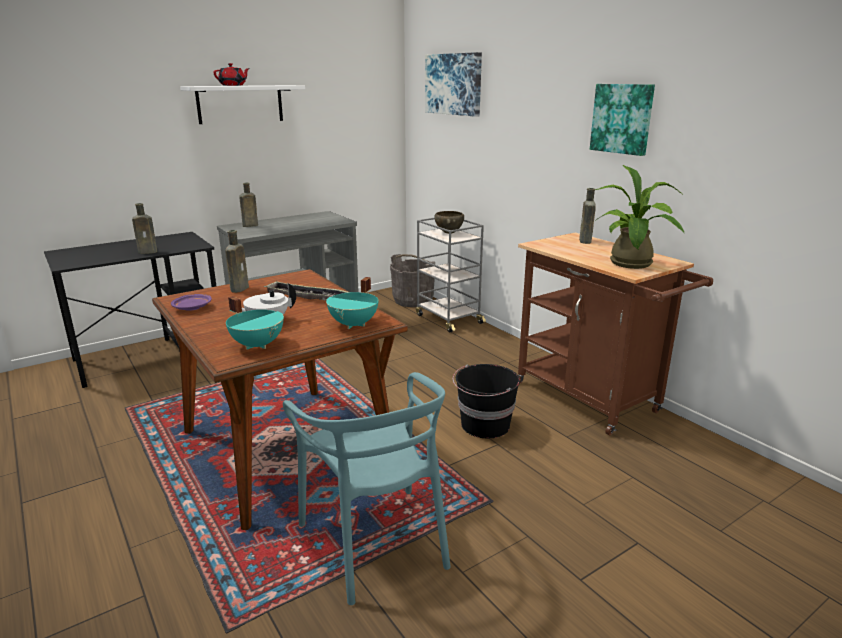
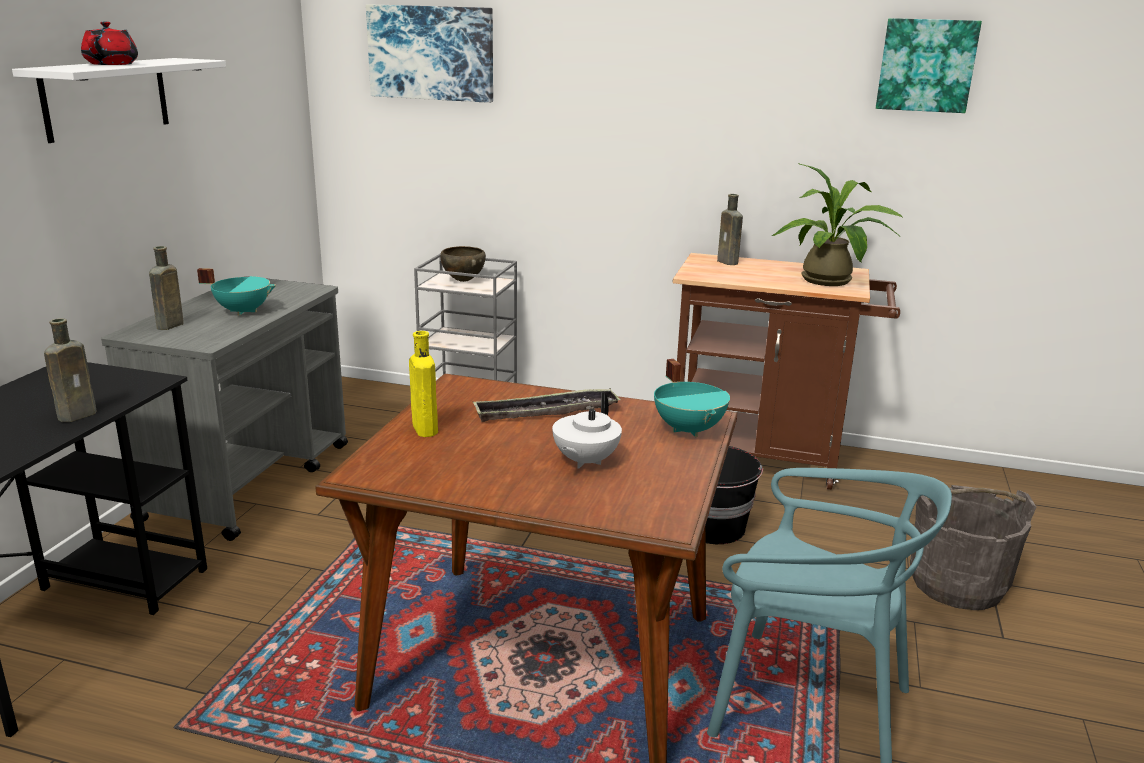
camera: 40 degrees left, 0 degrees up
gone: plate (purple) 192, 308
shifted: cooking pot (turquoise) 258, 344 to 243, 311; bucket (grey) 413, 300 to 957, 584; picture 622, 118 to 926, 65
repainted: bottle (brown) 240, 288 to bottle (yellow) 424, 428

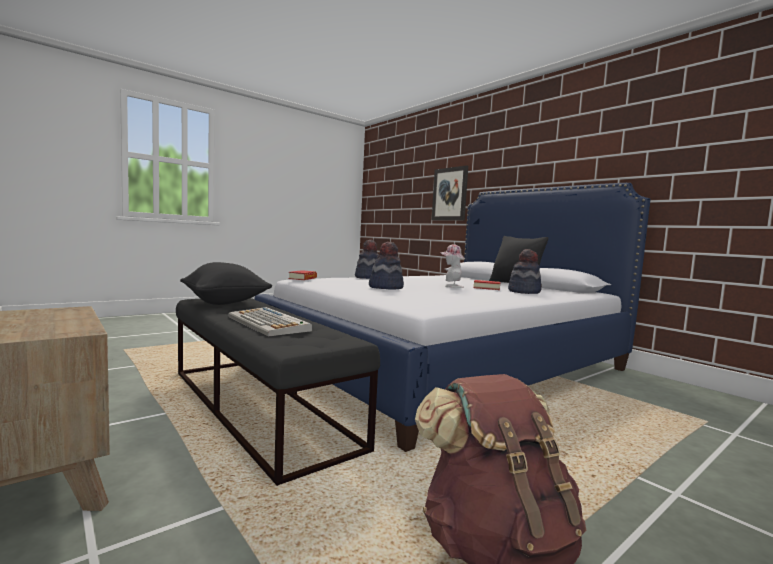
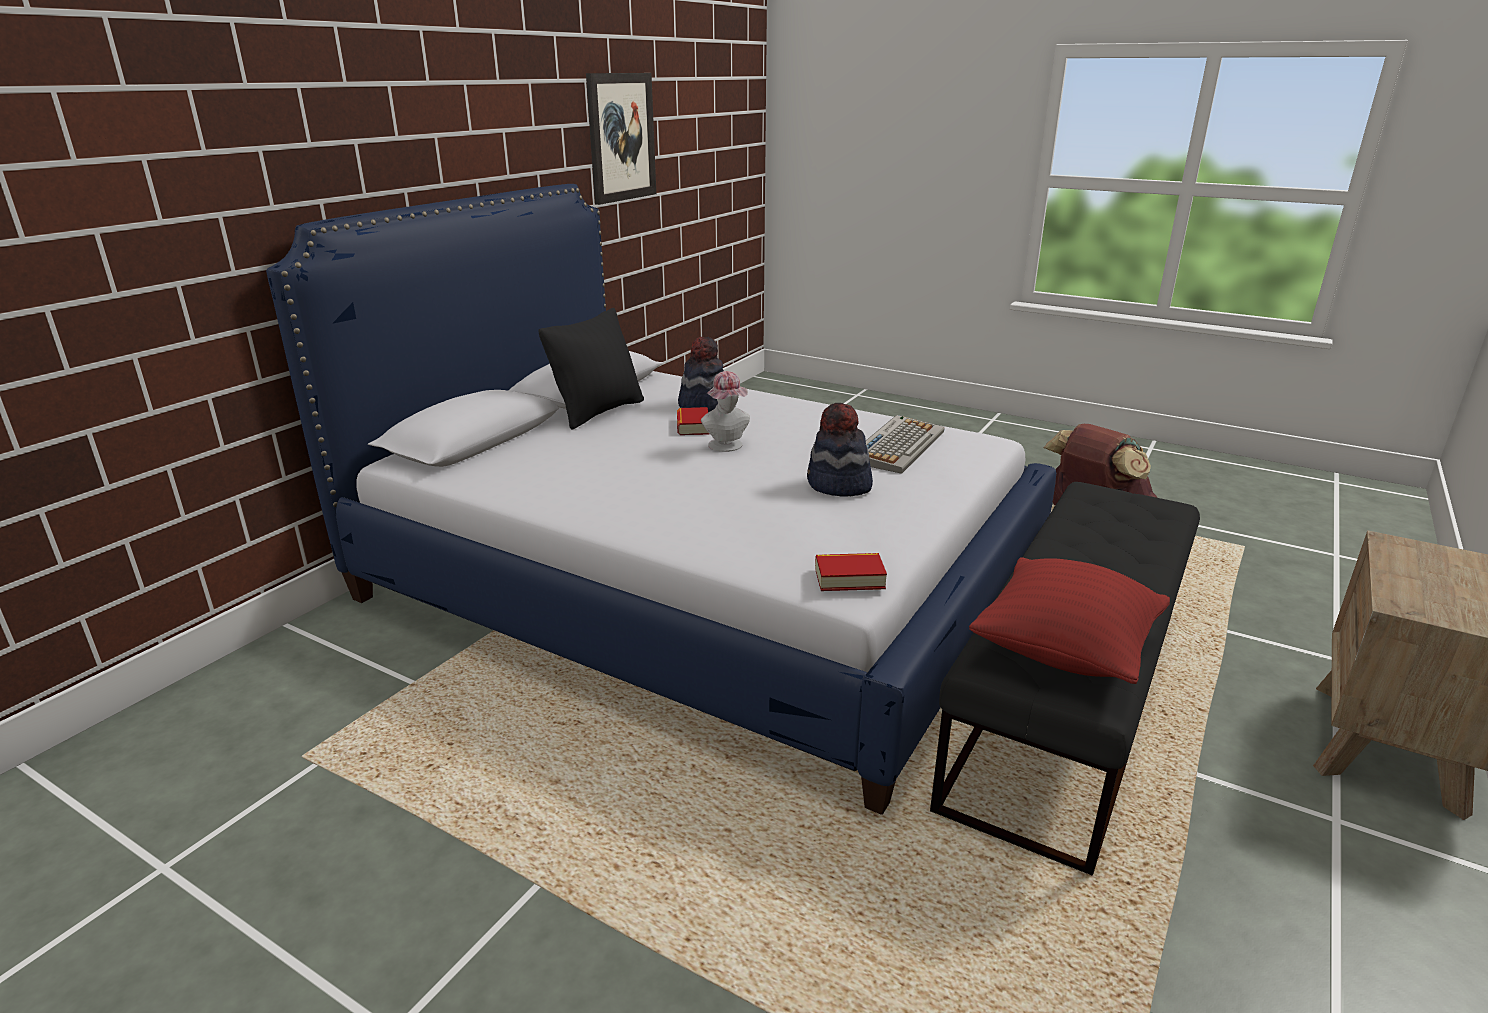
camera: 110 degrees left, 20 degrees up
gone: hat 368, 277
shifted: keyboard 269, 323 to 897, 446; picture 449, 194 to 621, 137
repainted: pillow (black) 225, 303 to pillow (red) 1064, 651

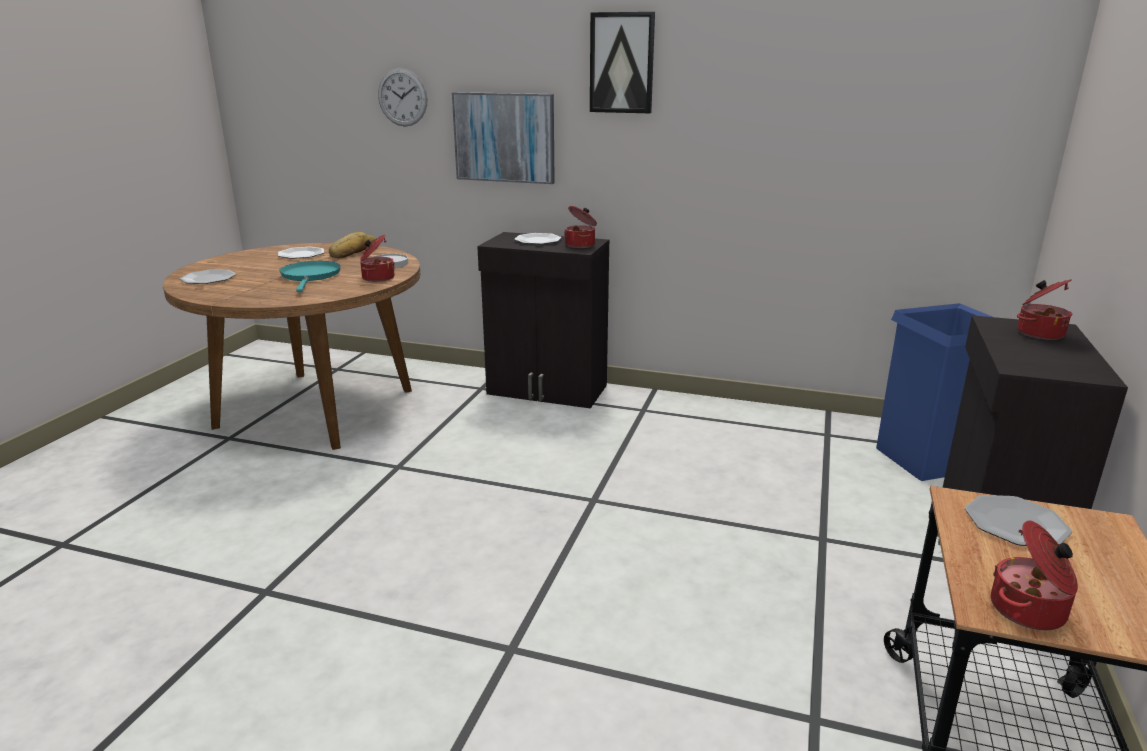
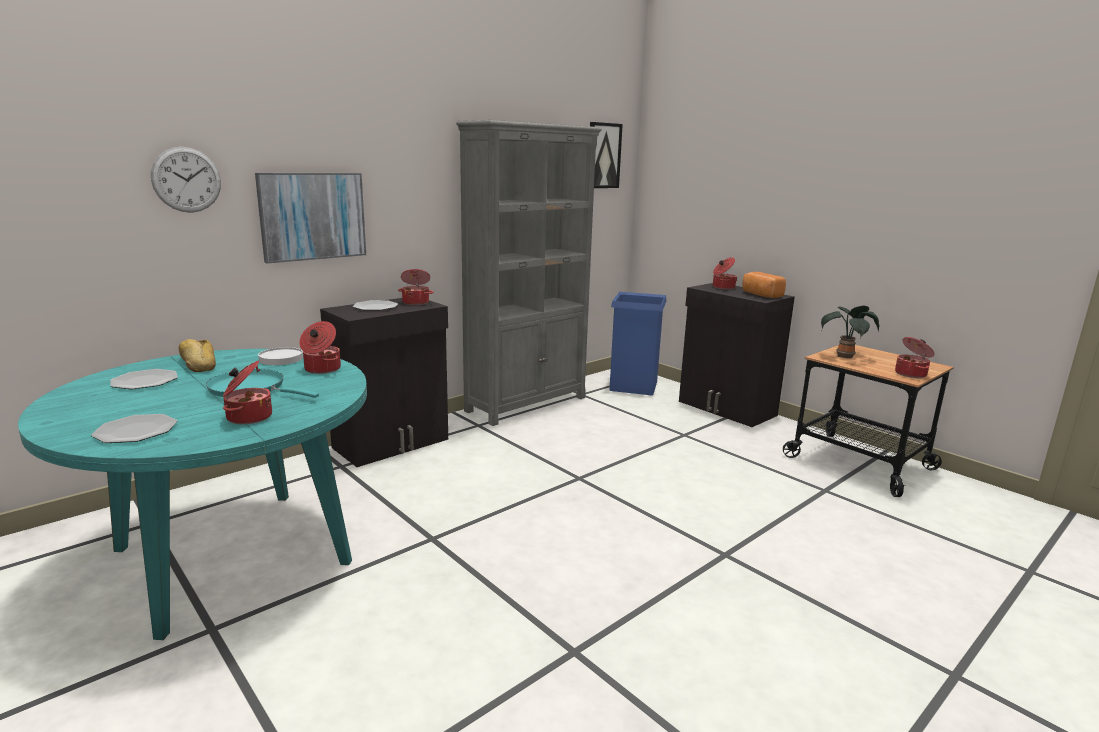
camera: 60 degrees left, 5 degrees down
new: cooking pot 248, 417; bookcase (grey) 527, 404; bread 760, 295
shifted: picture 622, 63 to 603, 155
swapped: plate 1015, 523 to potted plant 845, 356
repainted: dining table (brown) 316, 408 to dining table (turquoise) 232, 555

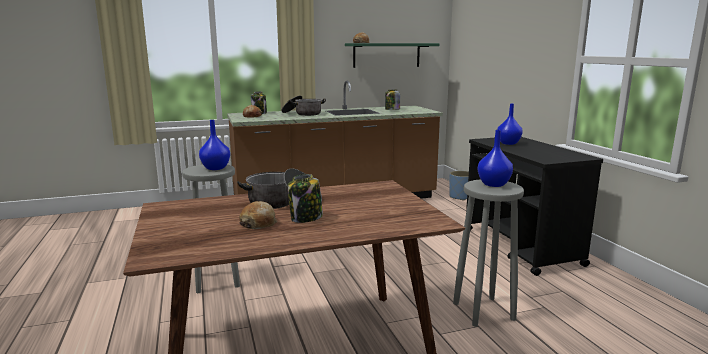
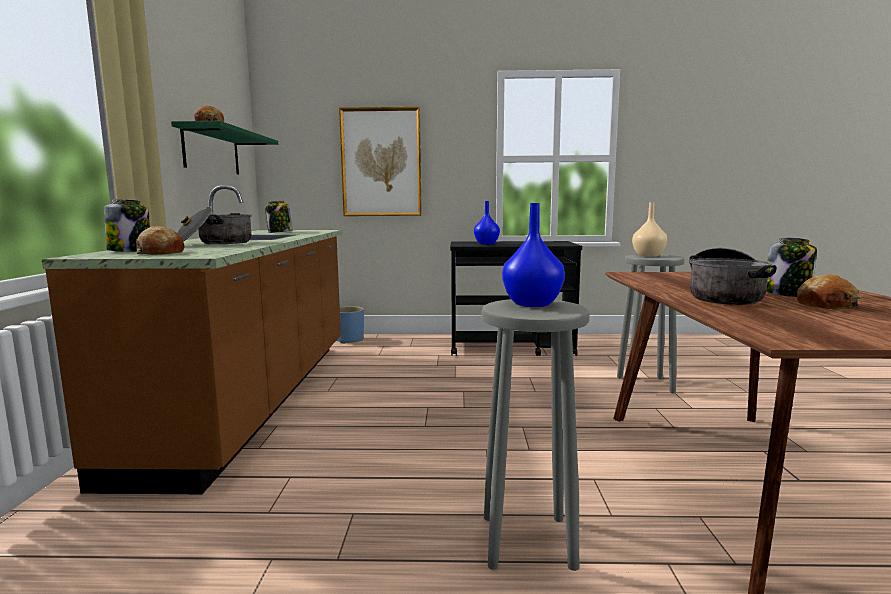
camera: 70 degrees left, 5 degrees down
new: picture 381, 162
repainted: vase (blue) 494, 184 to vase (beige) 647, 255

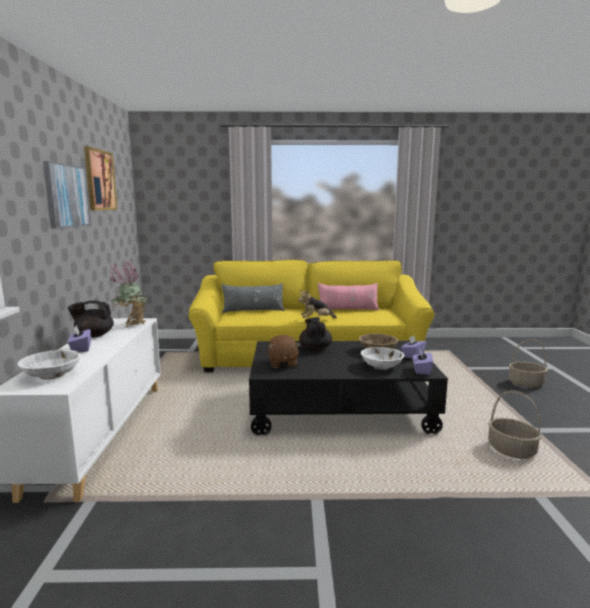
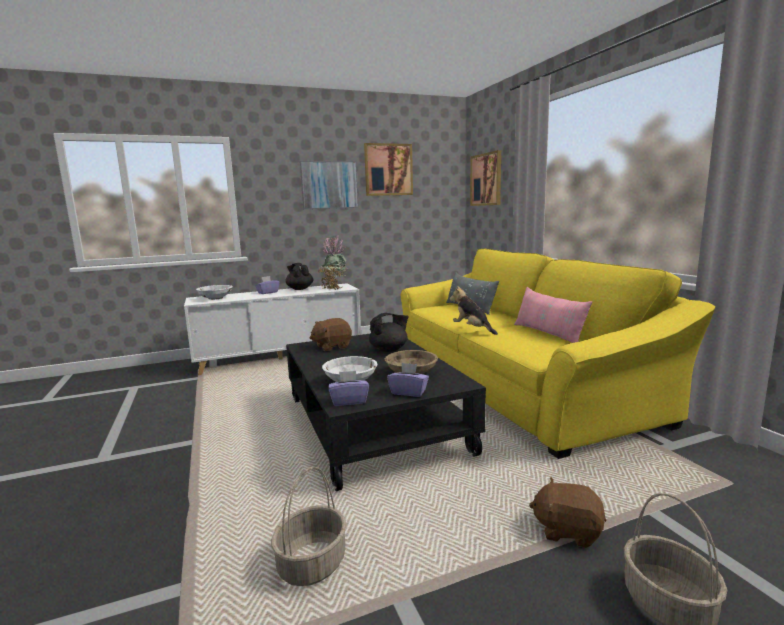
camera: 70 degrees right, 0 degrees up
new: picture 486, 179; plush toy (brown) 567, 530

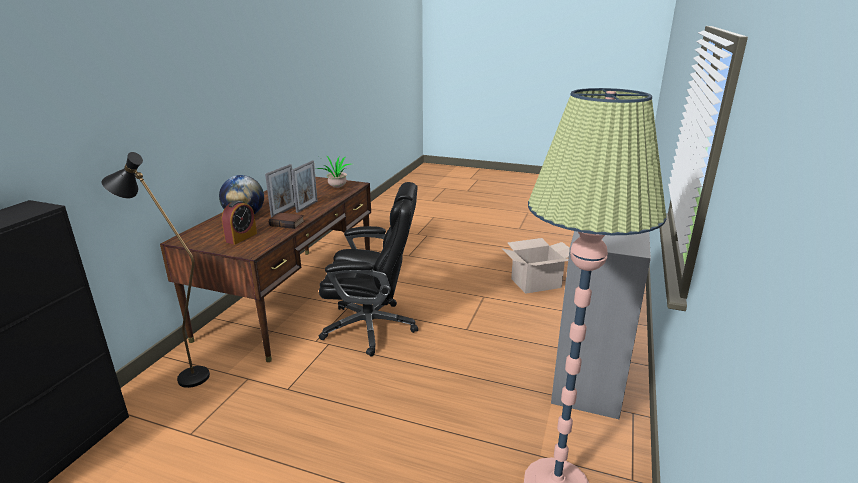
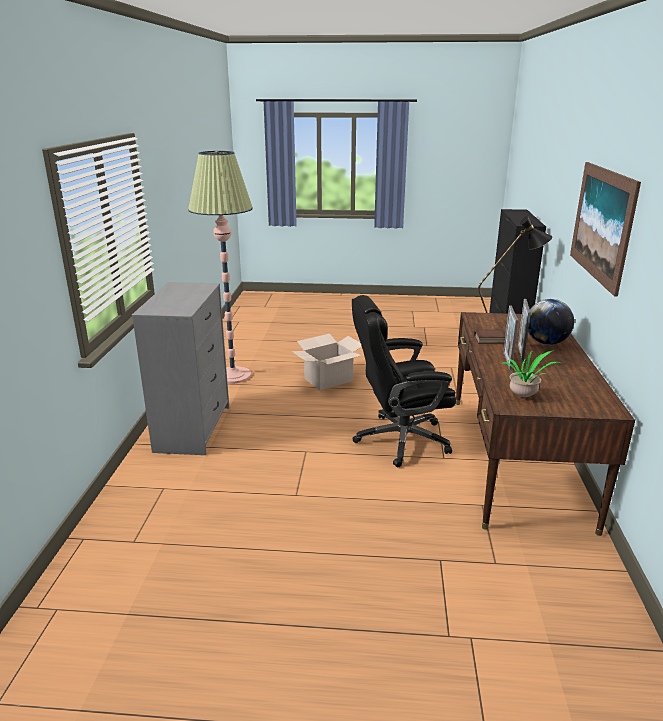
camera: 165 degrees right, 0 degrees up
gone: alarm clock 241, 237
new: picture 601, 224
shifted: cardboard box 536, 283 to 328, 379

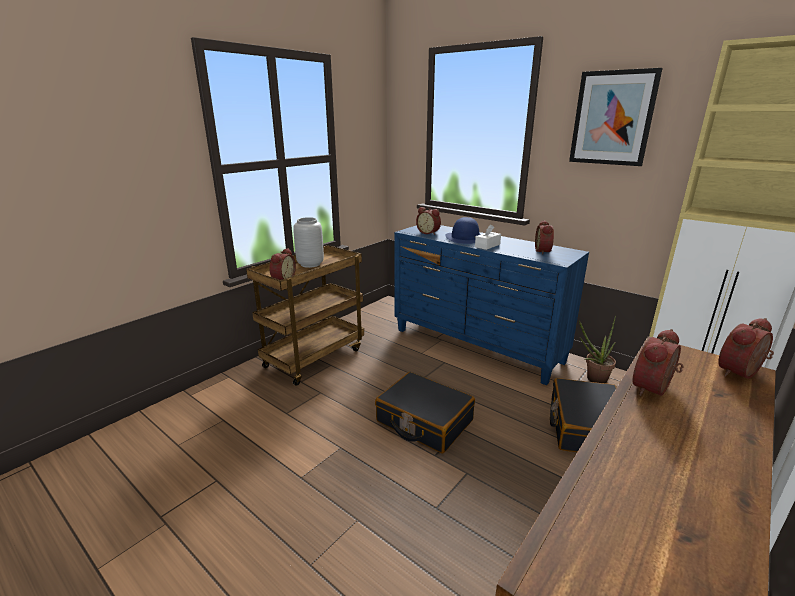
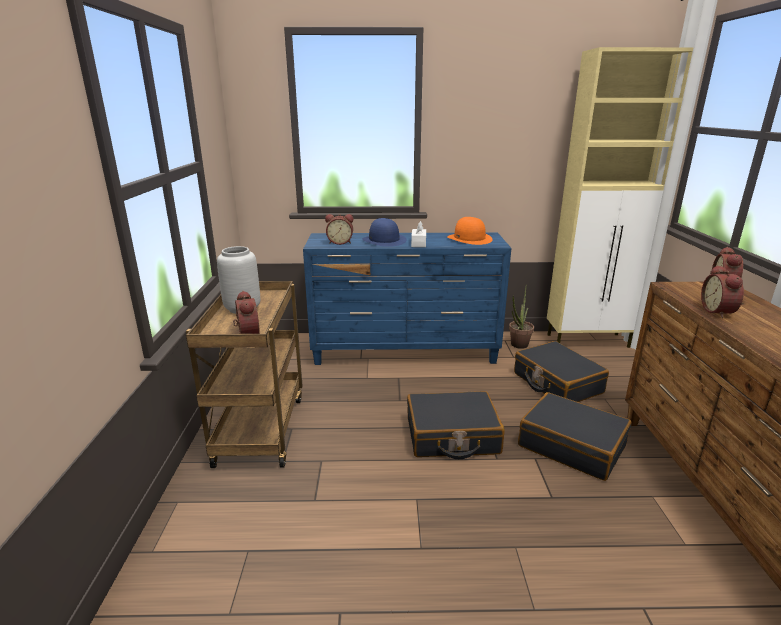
camera: 40 degrees left, 0 degrees up
gone: picture 612, 118
new: suitcase (black) 571, 446
swapped: alarm clock 544, 251 to hat (orange) 469, 239

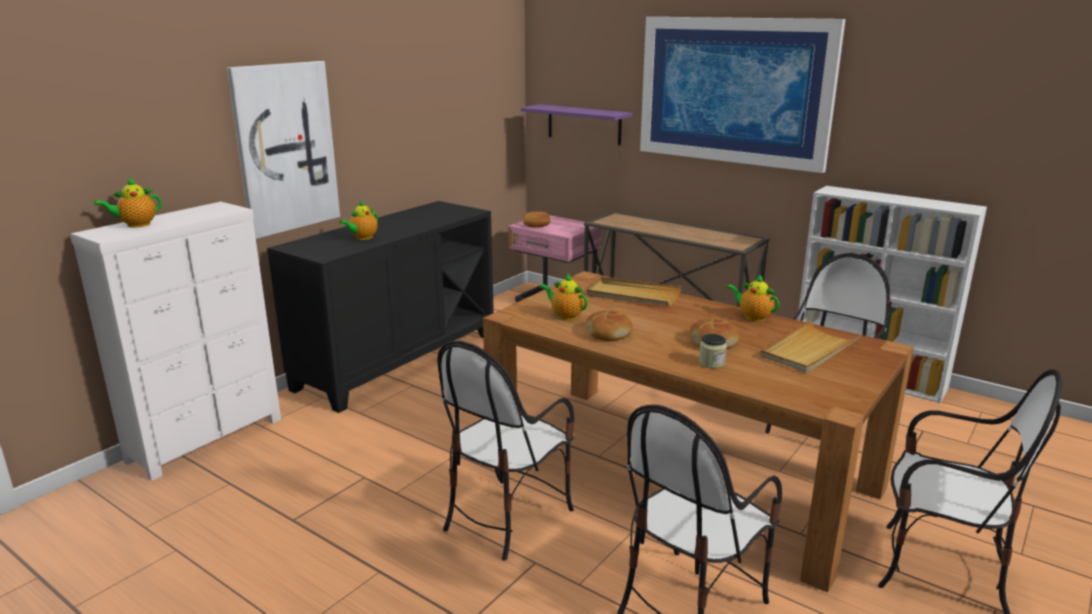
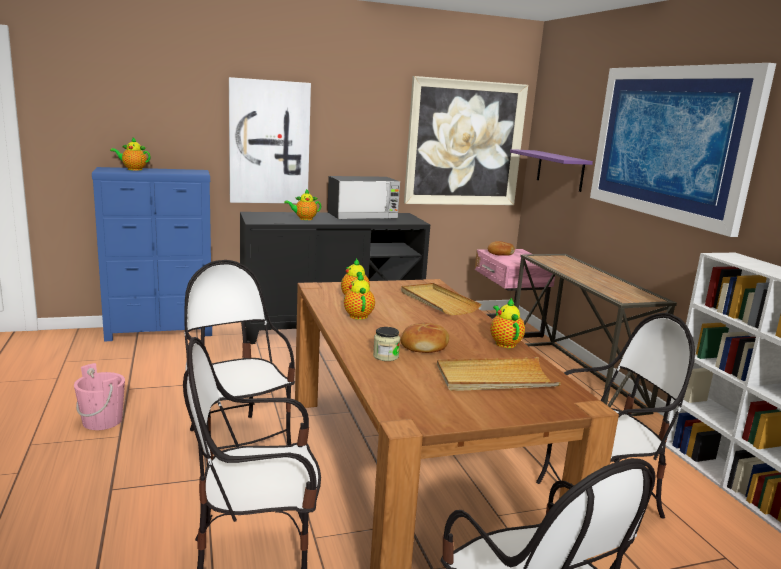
camera: 35 degrees right, 5 degrees down
new: bucket (pink) 102, 421; microwave 362, 216; picture 464, 143
swapped: bread 609, 333 to teapot 358, 315
repainted: dresser (white) 208, 440 to dresser (blue) 160, 332
rotated: chair 507, 516 = 238, 443 75 degrees clockwise

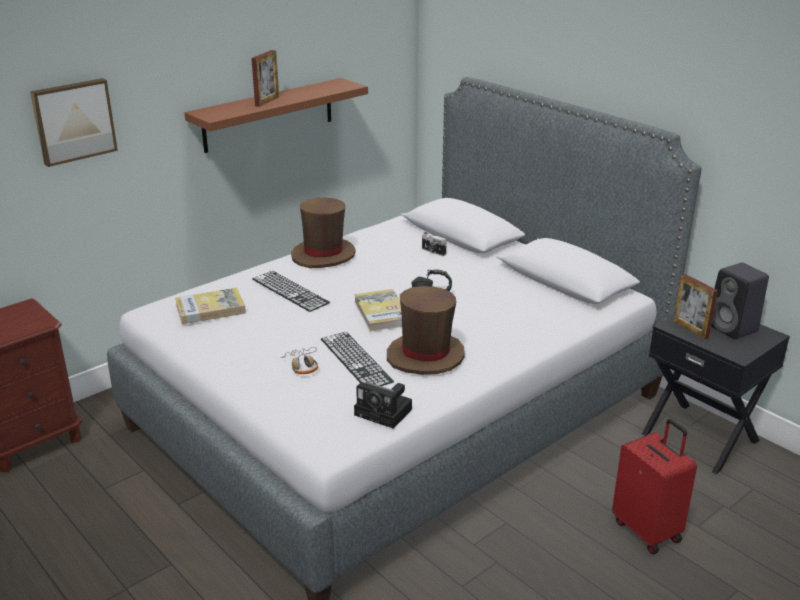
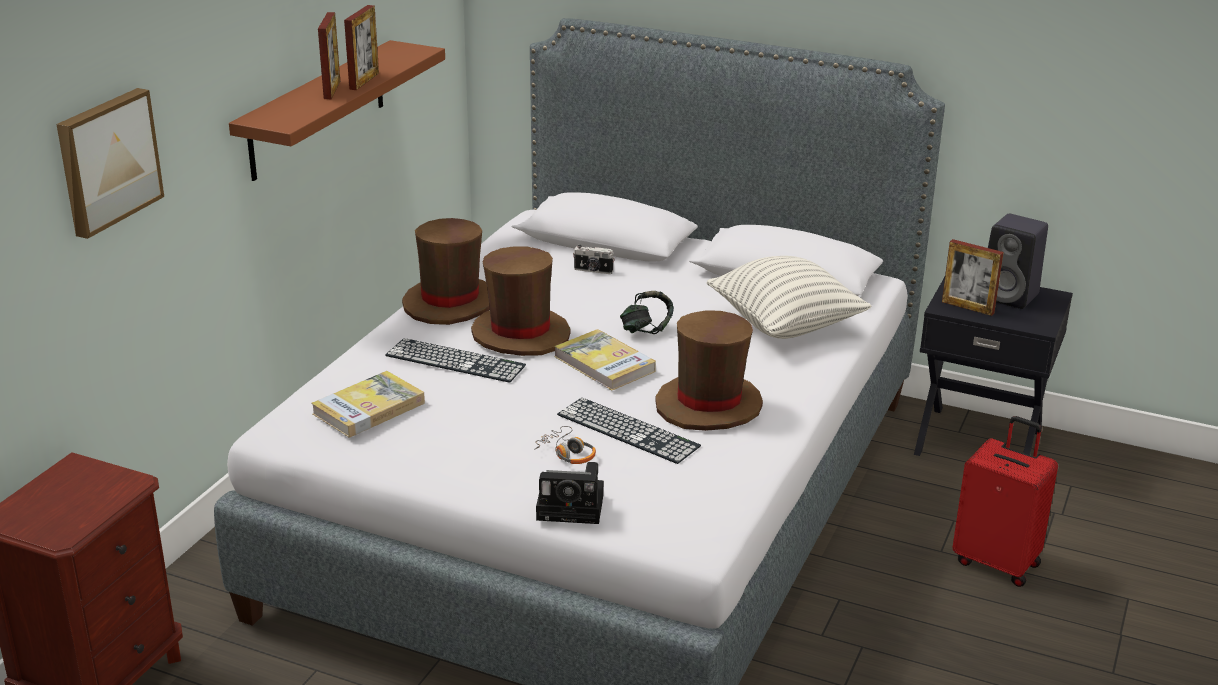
camera: 25 degrees left, 0 degrees up
new: picture frame 364, 81; hat (brown) 520, 334; pillow 785, 325
shifted: photo camera 385, 412 to 573, 507

